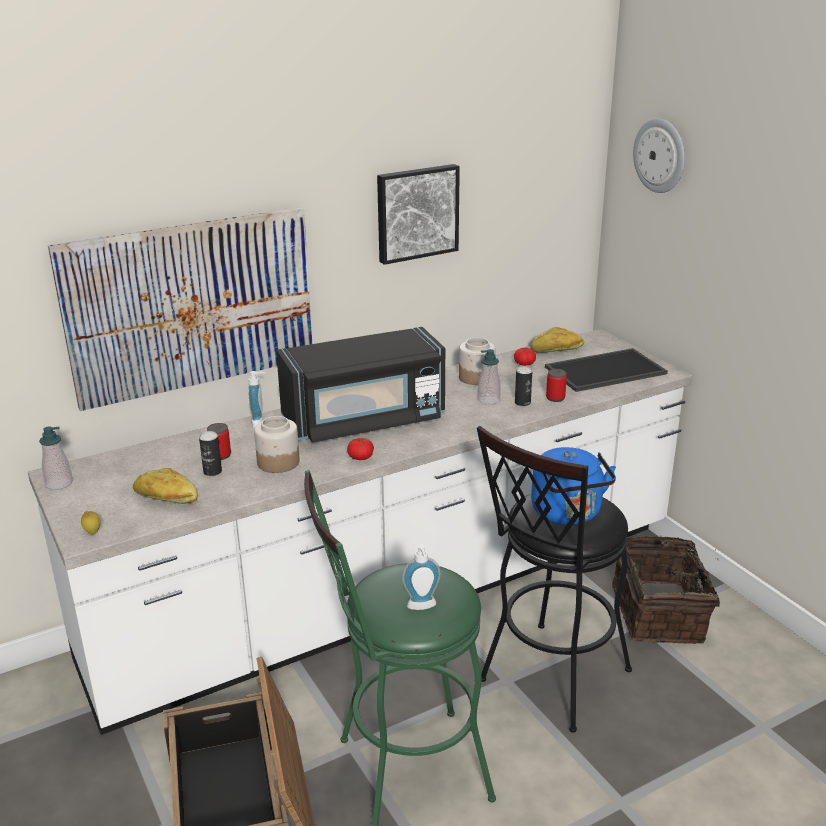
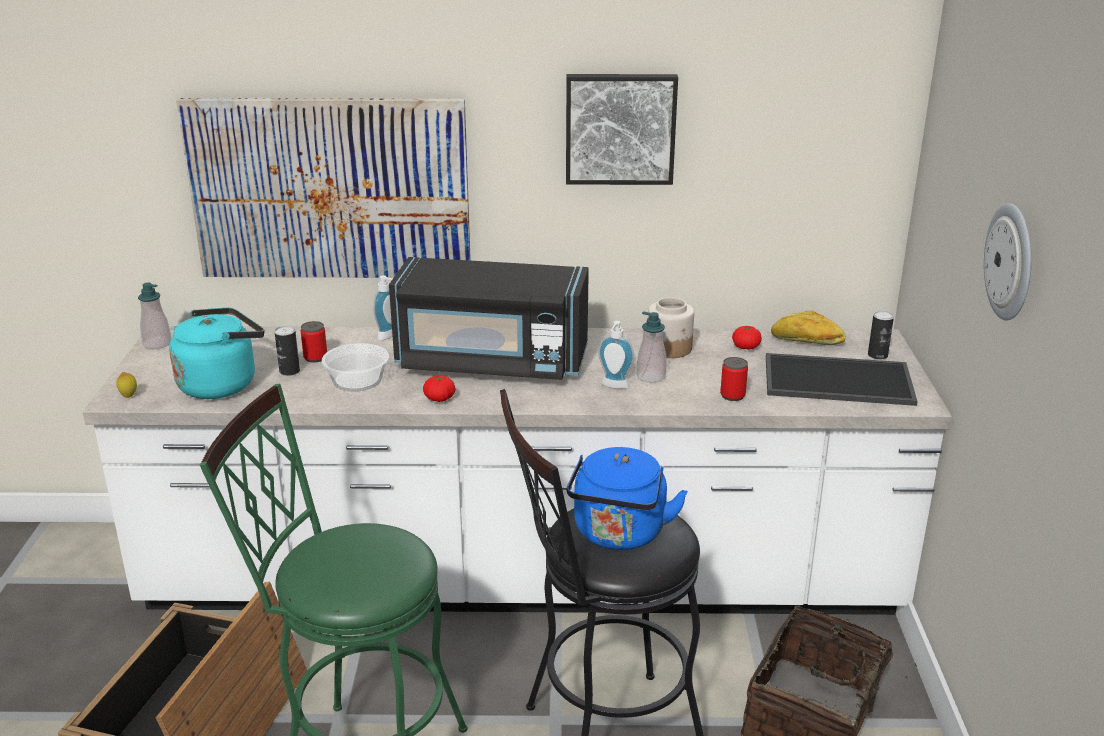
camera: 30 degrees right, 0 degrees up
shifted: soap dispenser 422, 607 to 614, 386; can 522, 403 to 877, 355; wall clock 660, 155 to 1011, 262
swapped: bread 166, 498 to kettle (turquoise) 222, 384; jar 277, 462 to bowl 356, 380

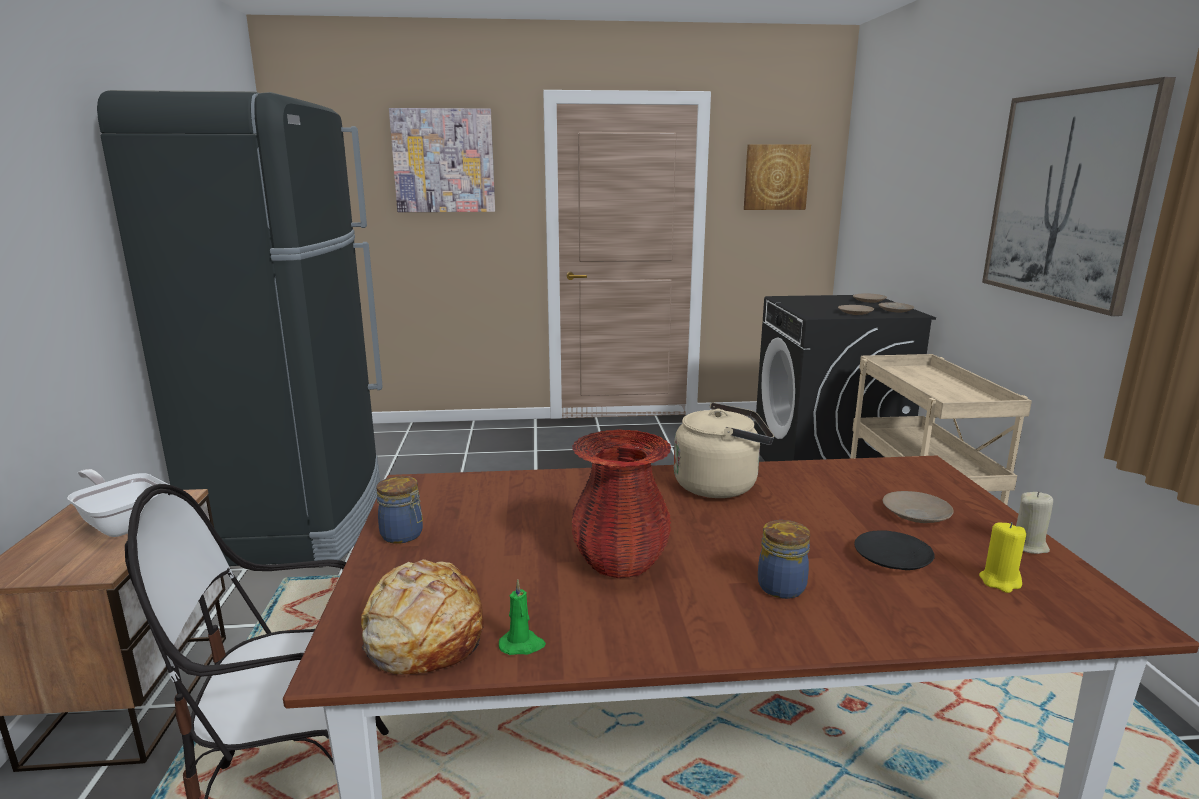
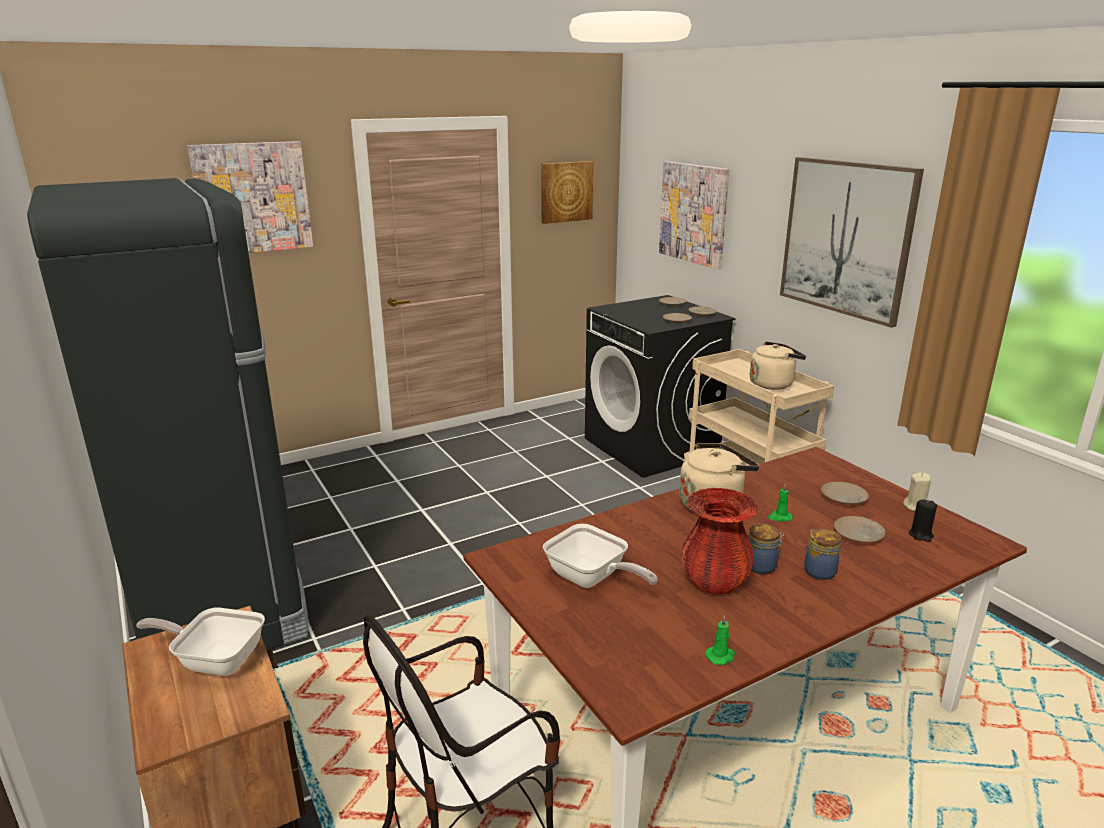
camera: 25 degrees left, 5 degrees up
gone: bread 423, 635
new: frying pan 591, 579; picture 694, 213; kettle (beige) 773, 384; candle (green) 779, 517
shifted: jar 403, 535 to 762, 567
repainted: plate (black) 893, 559 to plate (beige) 859, 535; candle (yellow) 1000, 581 to candle (black) 921, 535

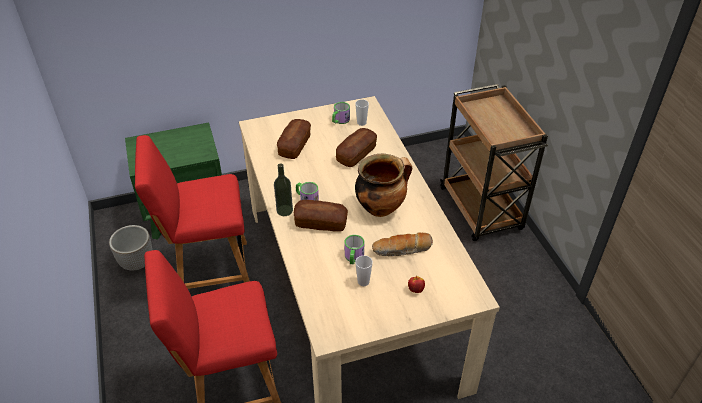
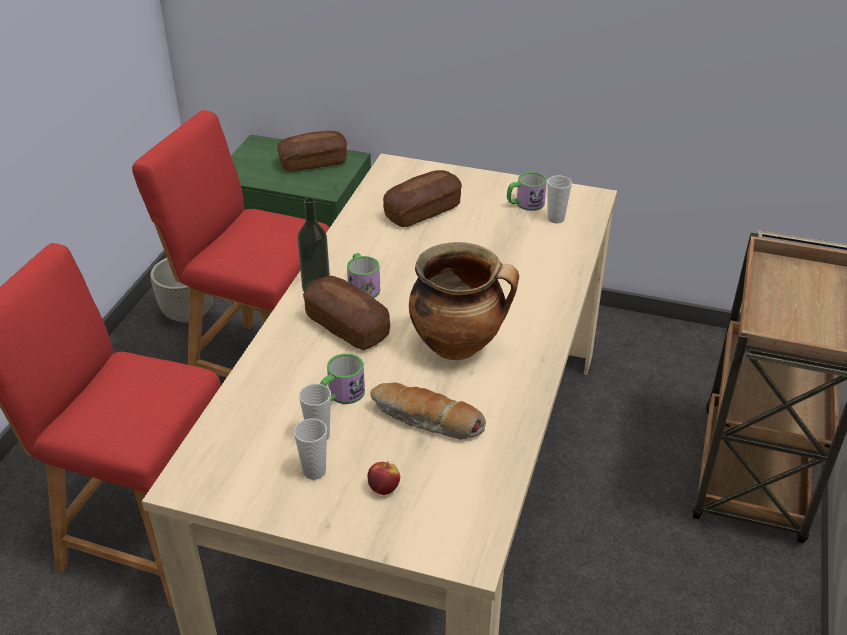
camera: 35 degrees right, 5 degrees down
new: cup 314, 471
shifted: bread 356, 154 to 313, 163

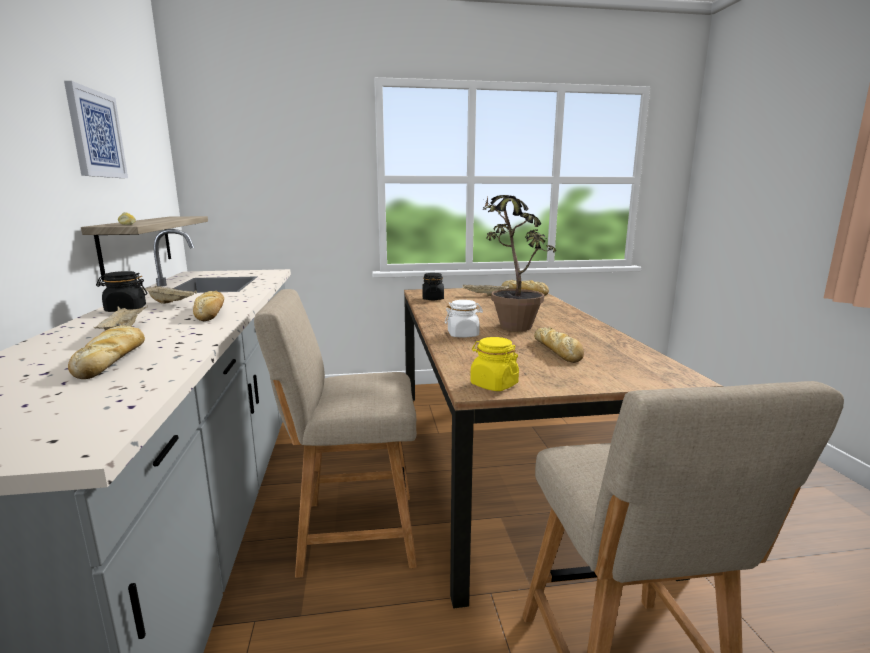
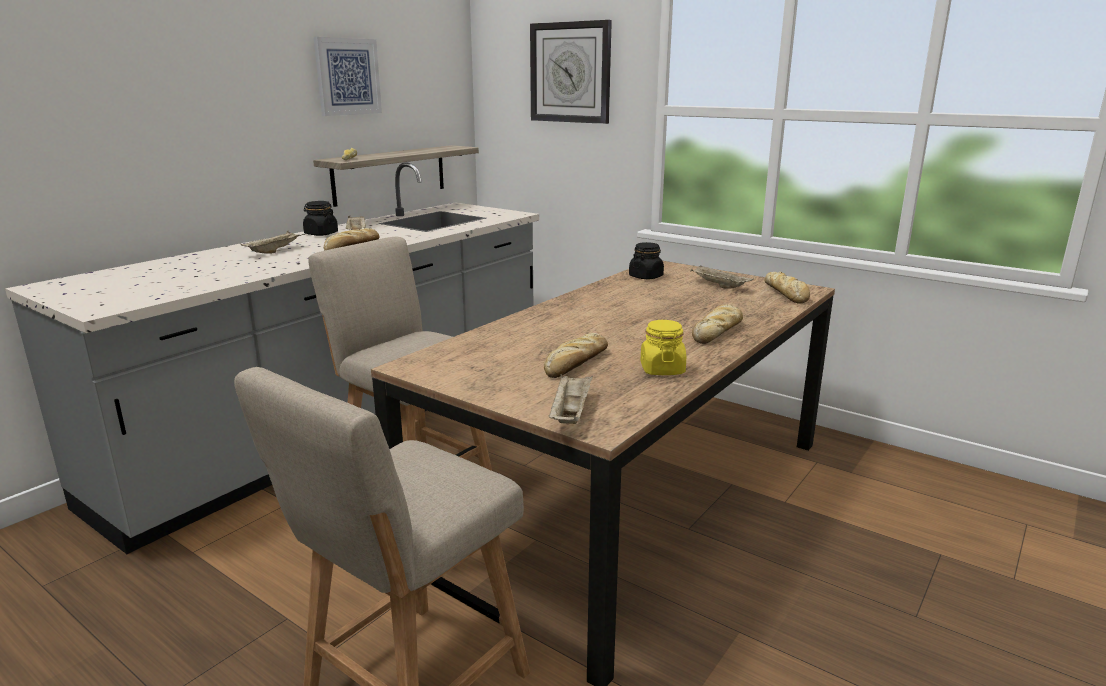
camera: 45 degrees right, 5 degrees up
gone: jar (white) 463, 335; potted plant 509, 324
new: wall clock 570, 72; tray (beige) 570, 413
shifted: bread 112, 359 to 717, 331; jar (yellow) 493, 384 to 662, 369

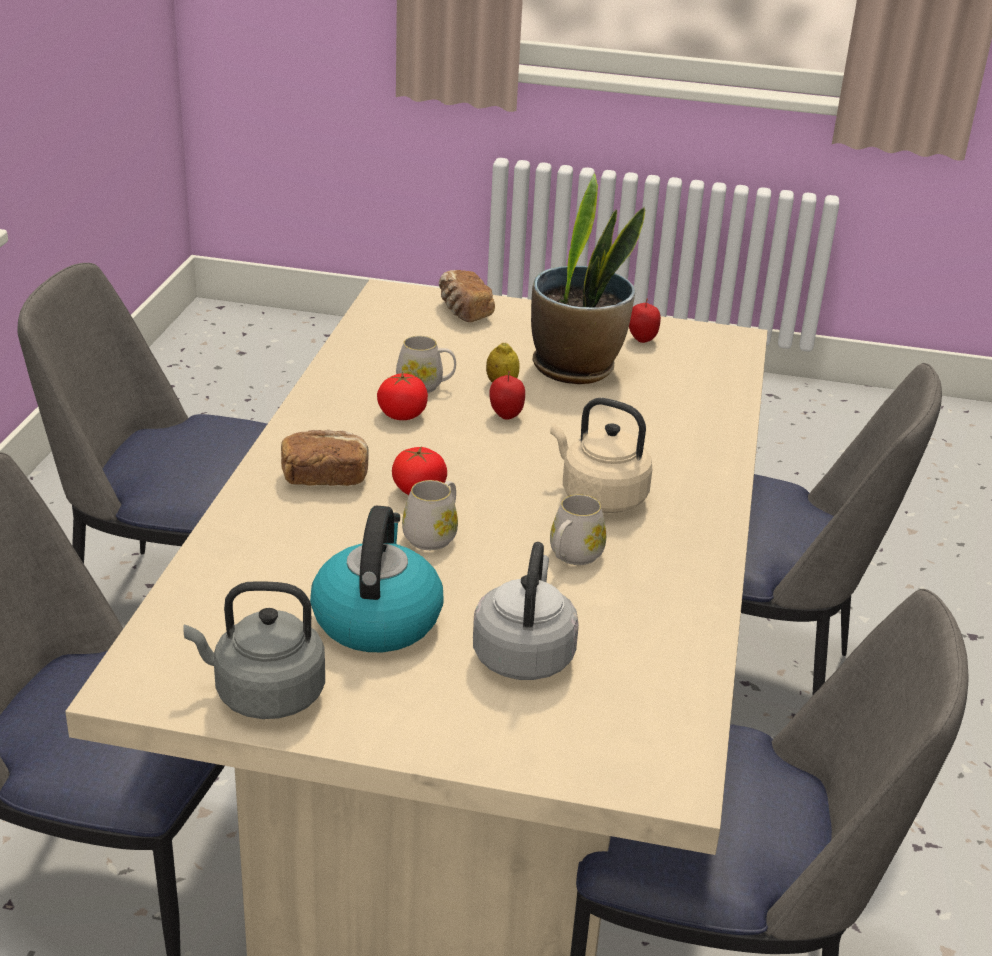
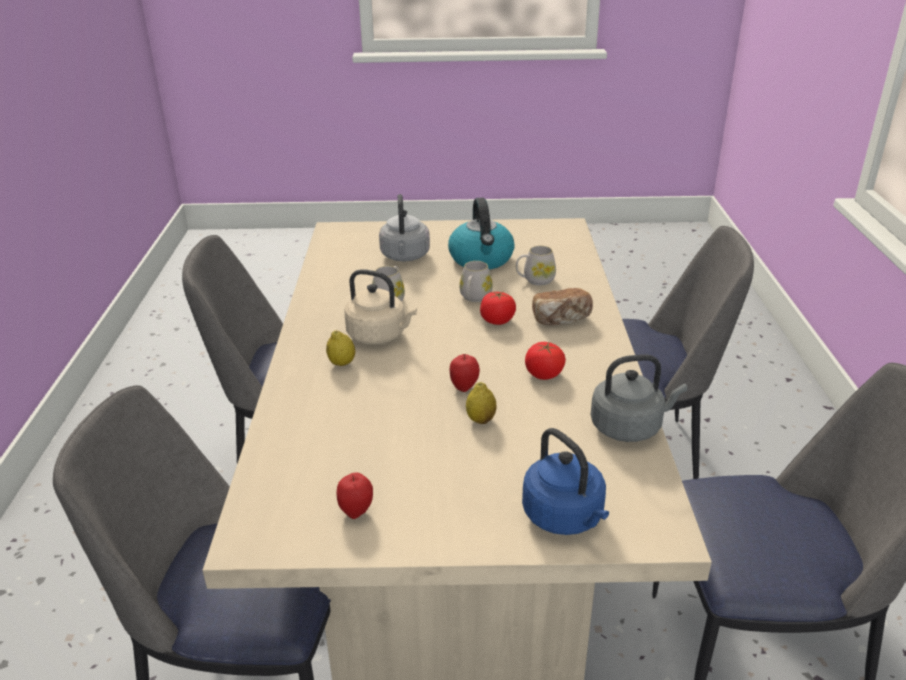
camera: 170 degrees right, 0 degrees up
gone: potted plant 576, 367
new: lemon 342, 363
shifted: kettle (grey) 264, 695 to 629, 427; mug (white) 425, 386 to 535, 280
swapped: bread 463, 311 to kettle (blue) 565, 518

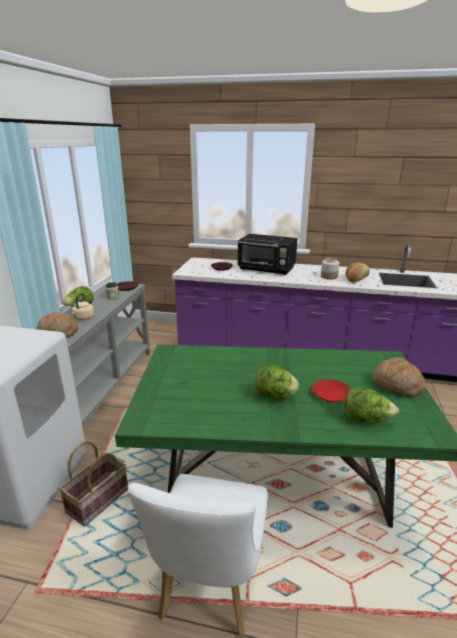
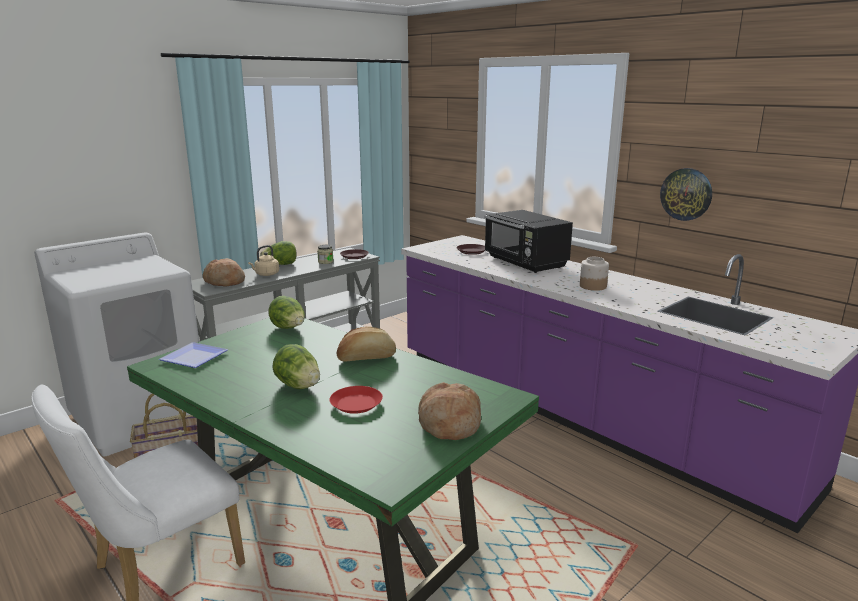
camera: 35 degrees right, 5 degrees down
new: plate 194, 356; wall clock 686, 194
shifted: lettuce 366, 419 to 289, 328; bread 356, 279 to 366, 358

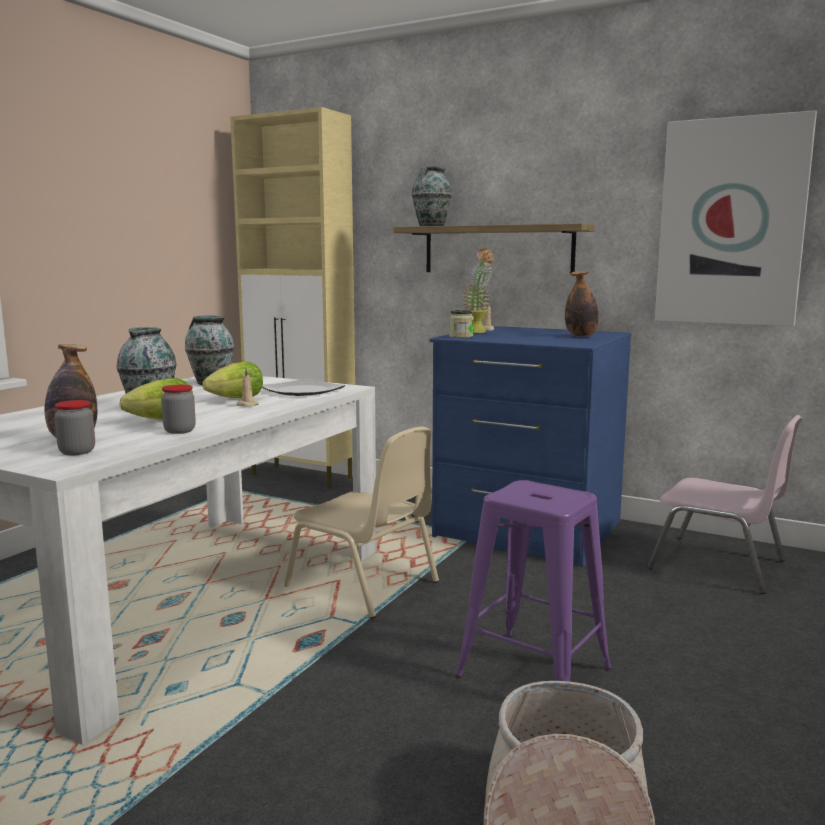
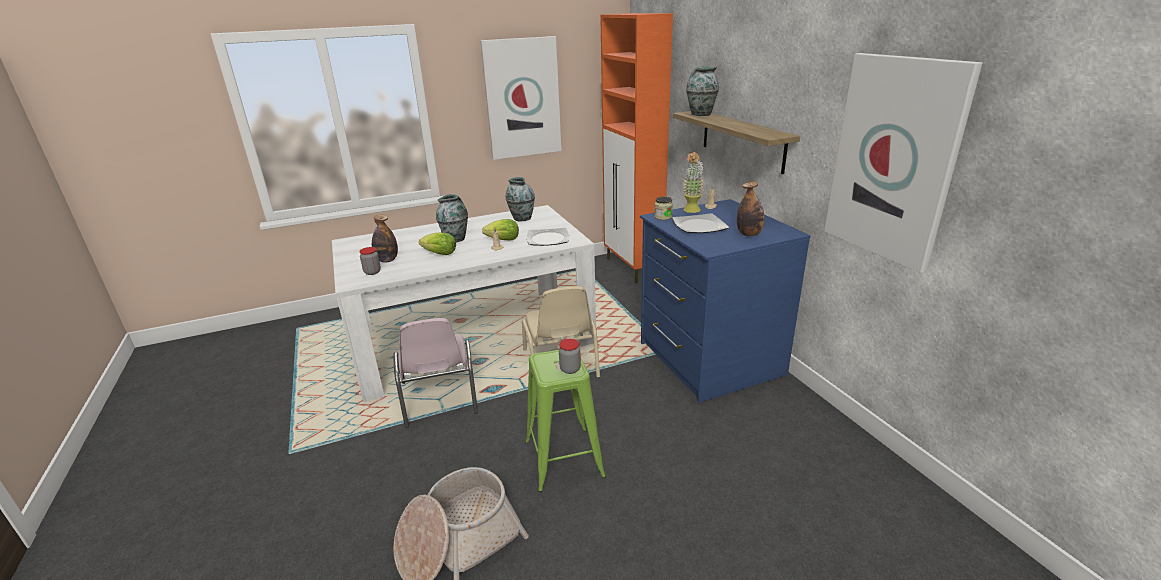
camera: 40 degrees right, 15 degrees up
new: picture 522, 98; plate 699, 226
shifted: jar 179, 431 to 570, 369; chair (pink) 719, 565 to 439, 398
repainted: cabinet (beige) 302, 476 to cabinet (orange) 633, 268; stool (purple) 532, 671 to stool (green) 563, 458

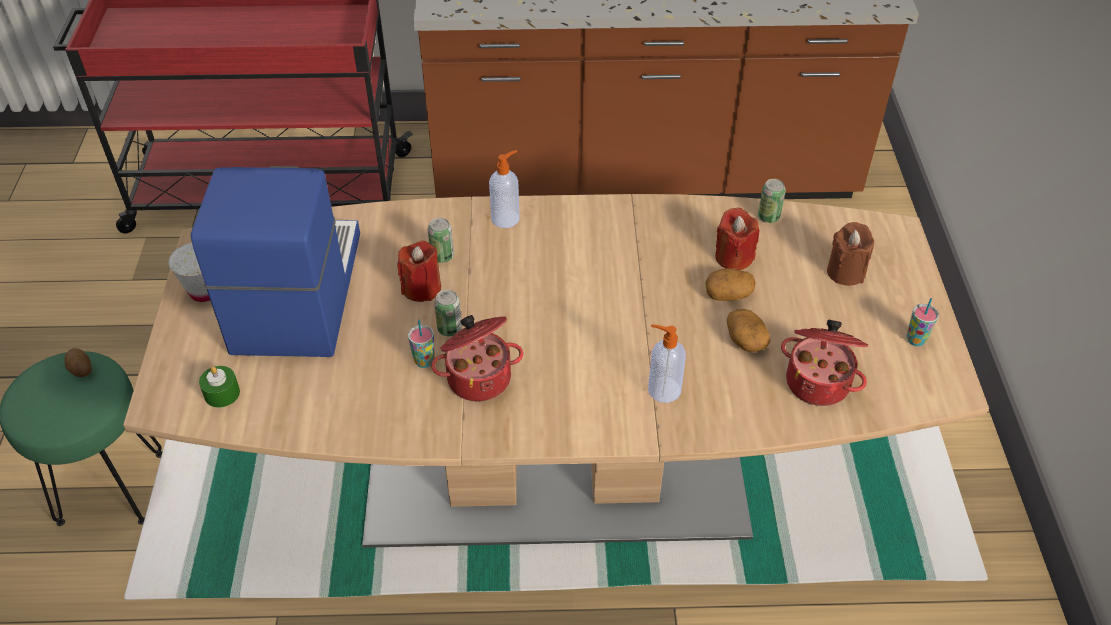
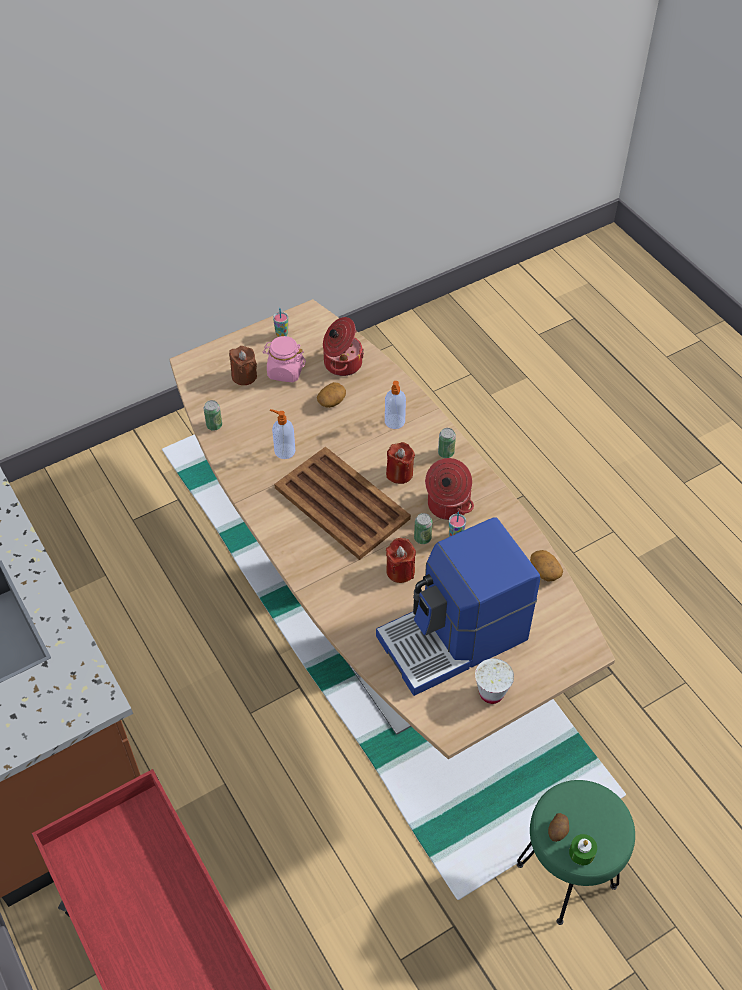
camera: 120 degrees left, 5 degrees up
new: jar (pink) 285, 371; tray (brown) 341, 502
shifted: candle (green) 222, 393 to 582, 852; can 442, 256 to 446, 453; soap dispenser 506, 218 to 284, 451; potato 728, 294 to 544, 571; candle (red) 733, 257 to 399, 473

